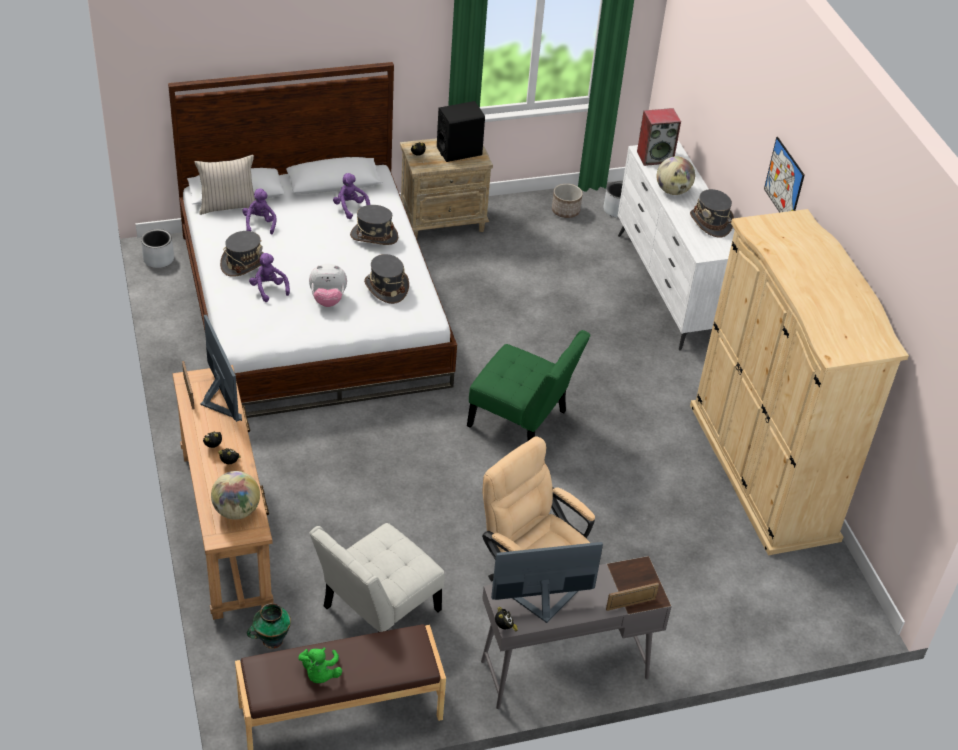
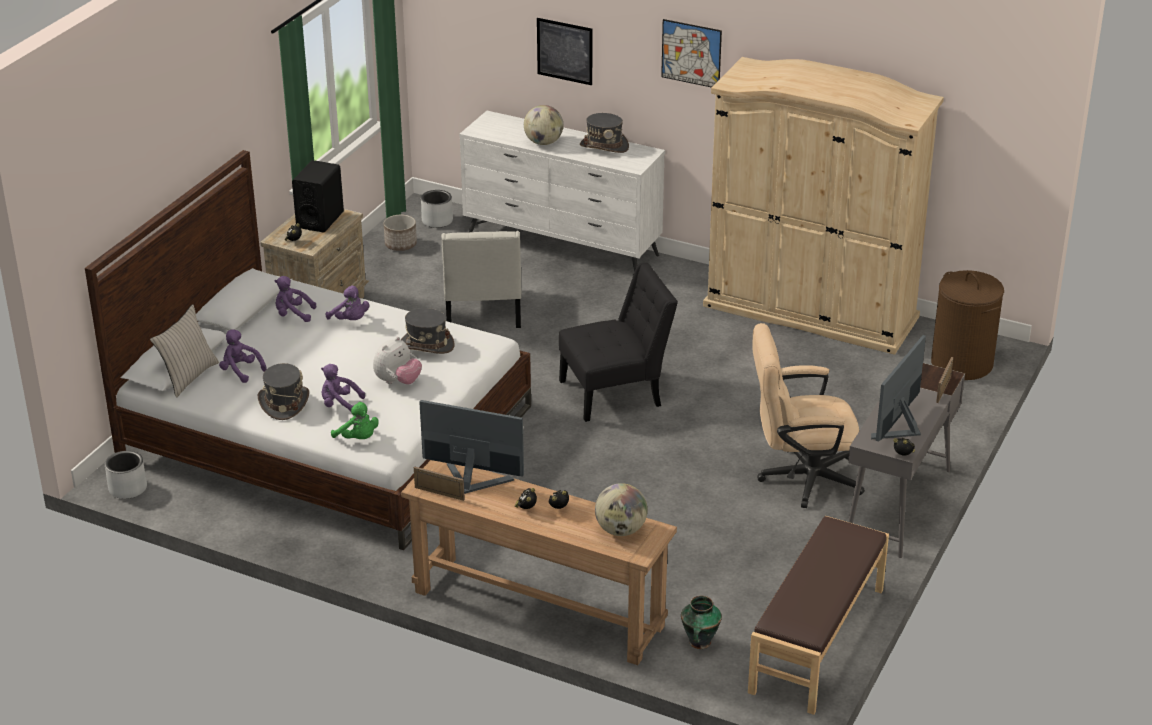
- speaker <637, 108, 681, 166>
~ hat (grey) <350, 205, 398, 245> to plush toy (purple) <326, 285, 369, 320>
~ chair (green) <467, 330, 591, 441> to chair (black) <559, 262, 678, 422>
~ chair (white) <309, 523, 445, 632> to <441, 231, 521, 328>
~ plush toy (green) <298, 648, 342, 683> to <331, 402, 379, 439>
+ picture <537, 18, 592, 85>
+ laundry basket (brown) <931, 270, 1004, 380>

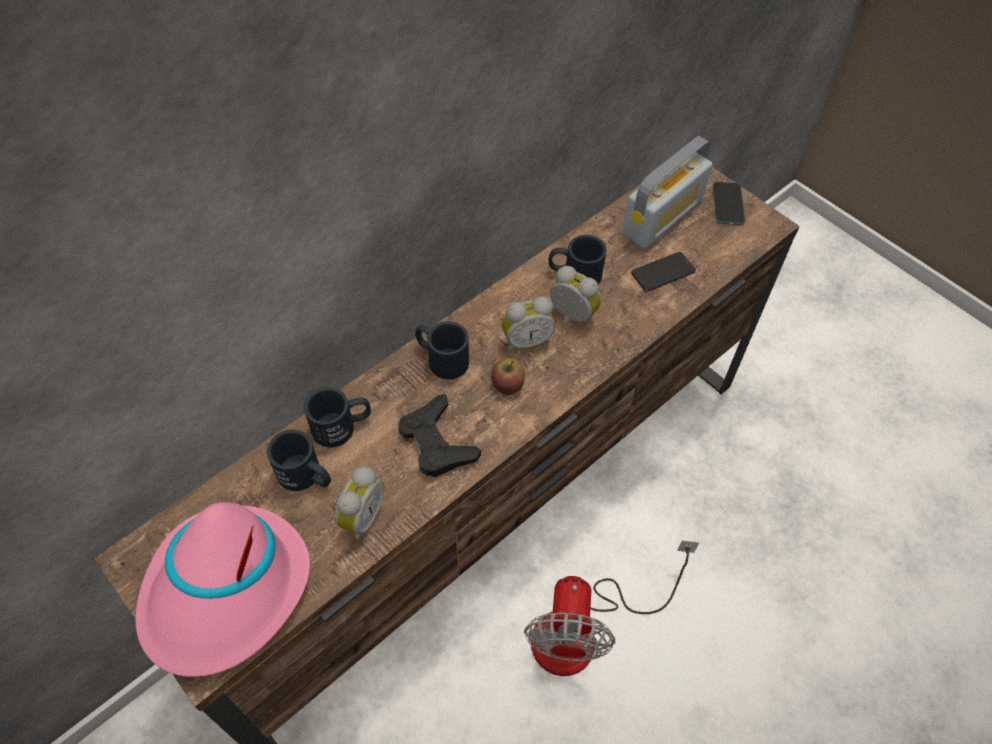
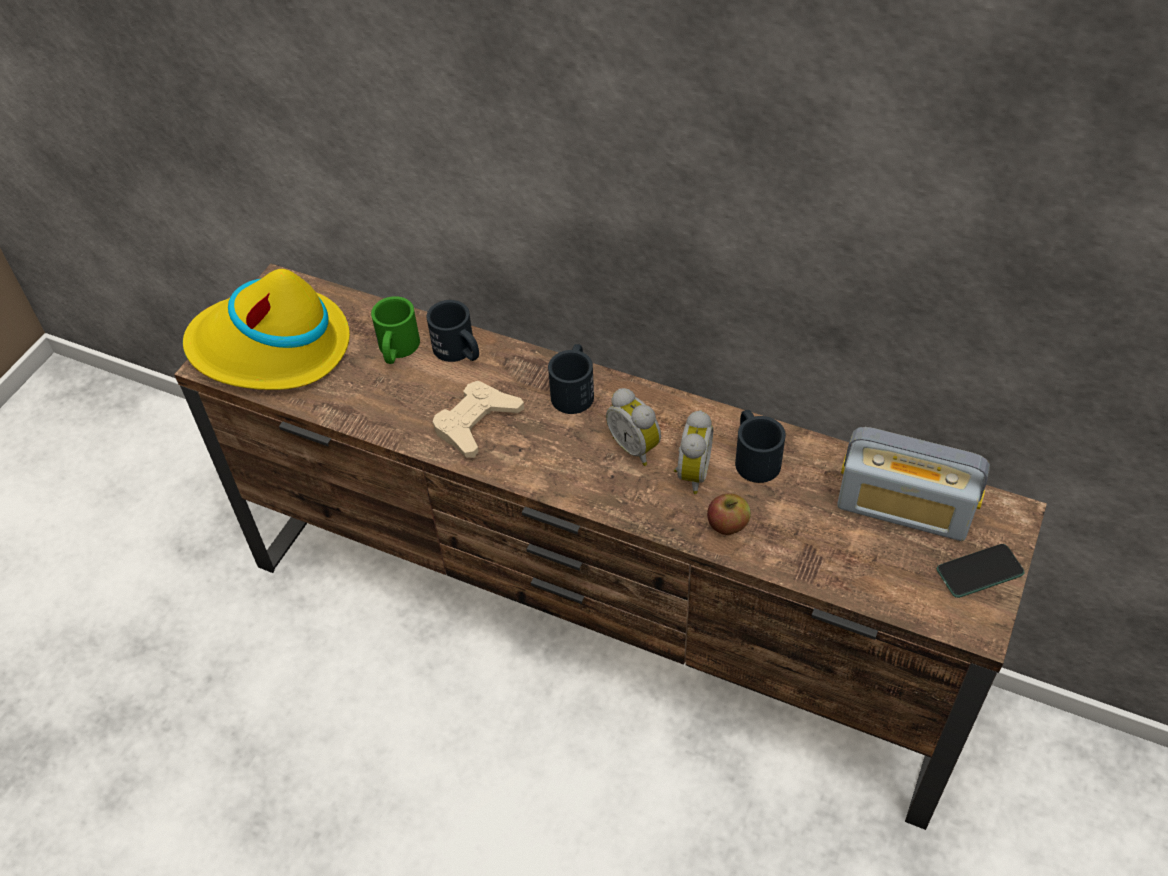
- phone <631, 252, 696, 292>
~ apple <491, 358, 525, 395> to <707, 493, 751, 535>
~ game controller (black) <398, 394, 481, 477> to game controller (beige) <433, 381, 524, 458>
~ mug (black) <267, 429, 331, 491> to mug (green) <371, 296, 420, 364>
- alarm clock <335, 466, 385, 541>
~ hat (pink) <135, 502, 310, 677> to hat (yellow) <183, 269, 350, 390>
- fan <524, 540, 699, 676>

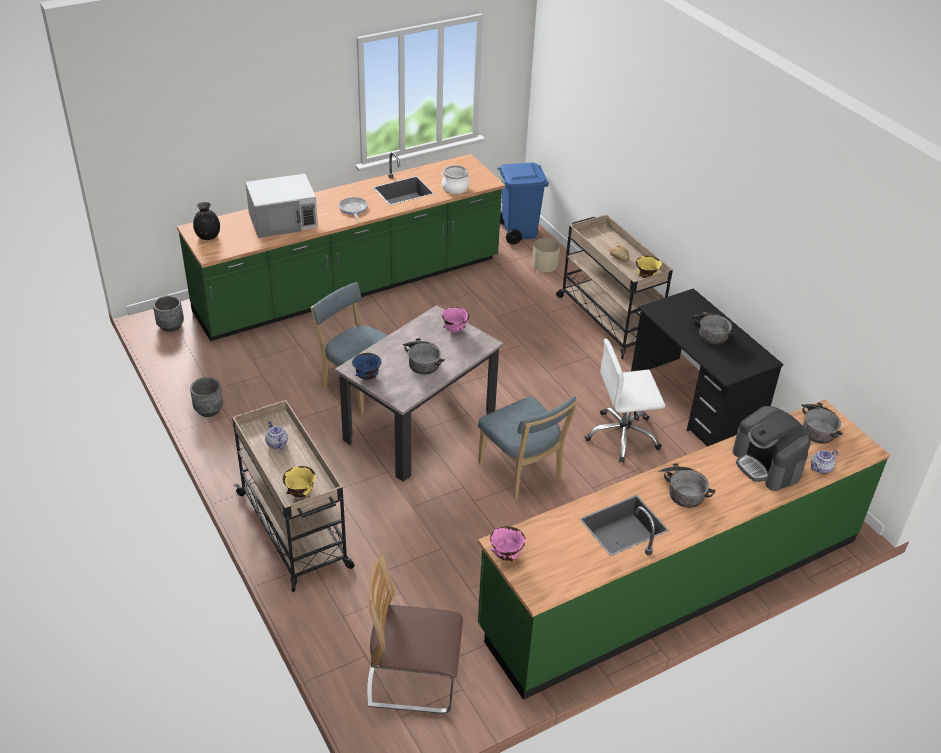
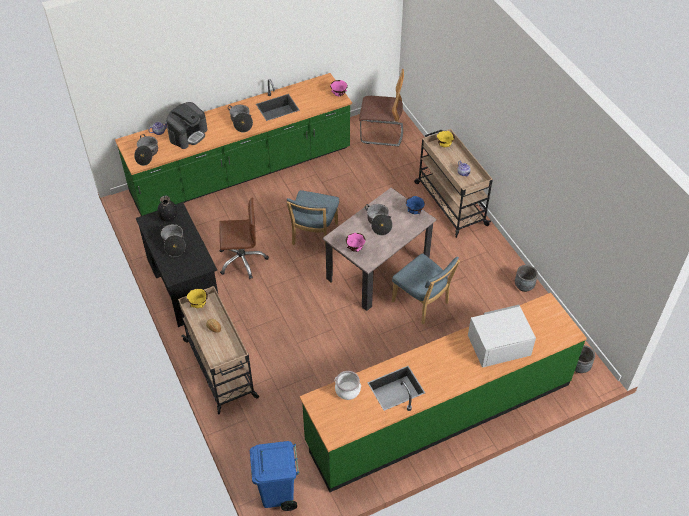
- frying pan <339, 197, 368, 219>
~ vase (black) <193, 202, 220, 240> to <158, 196, 177, 222>
- planter (beige) <533, 238, 560, 272>
~ office chair (white) <585, 339, 665, 463> to office chair (brown) <219, 198, 269, 279>
~ chair (blue) <478, 396, 578, 499> = <287, 190, 339, 251> 135 degrees counterclockwise
~ coffee machine <733, 406, 811, 491> = <166, 102, 207, 149> 60 degrees clockwise

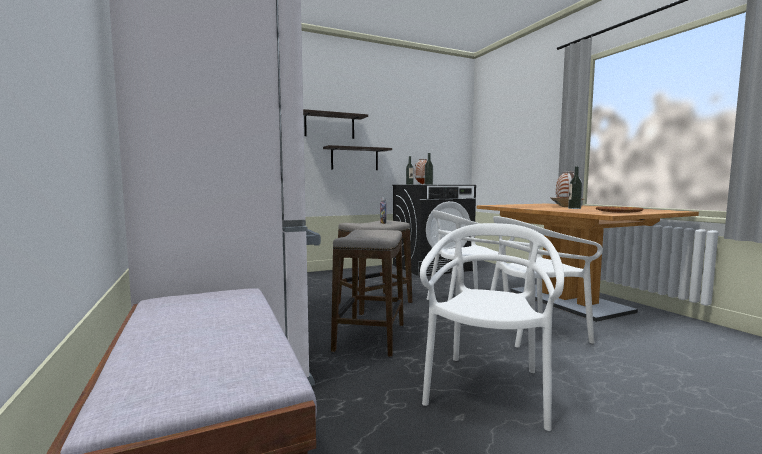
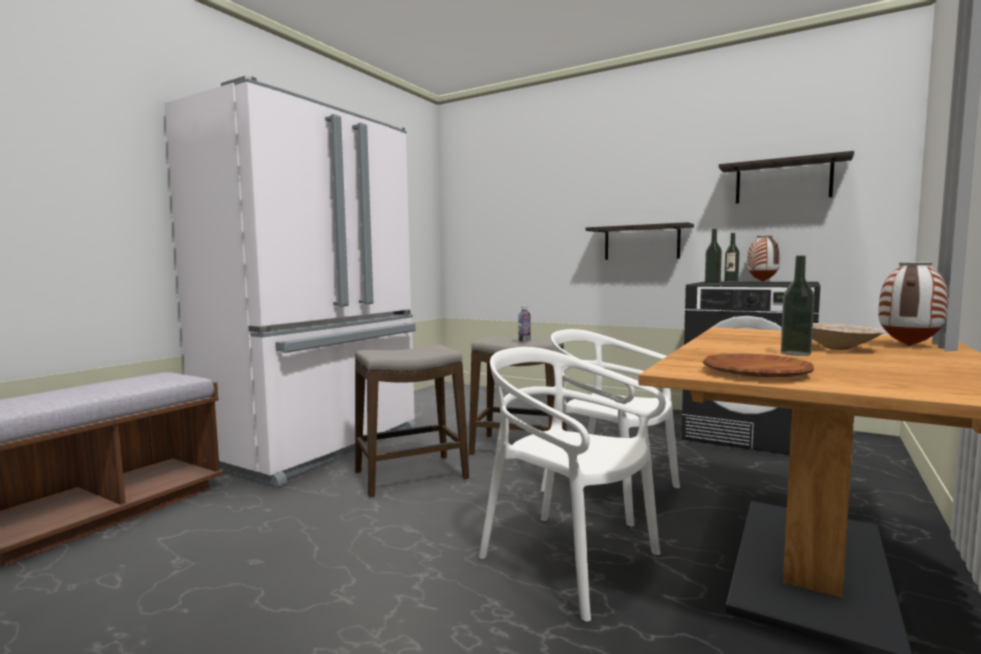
~ shelf <303, 109, 368, 139> to <719, 151, 854, 204>
- chair (white) <420, 223, 564, 431>

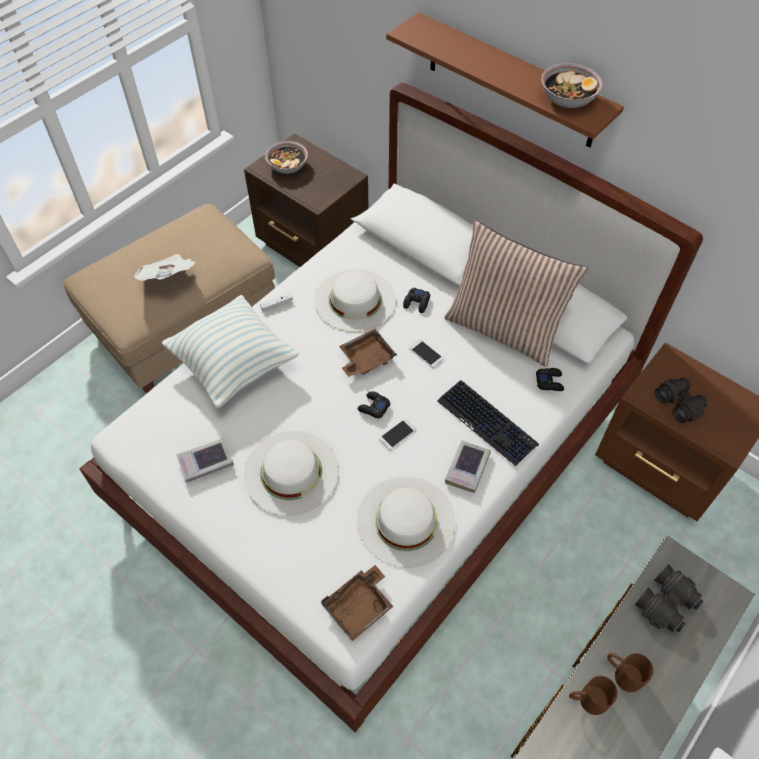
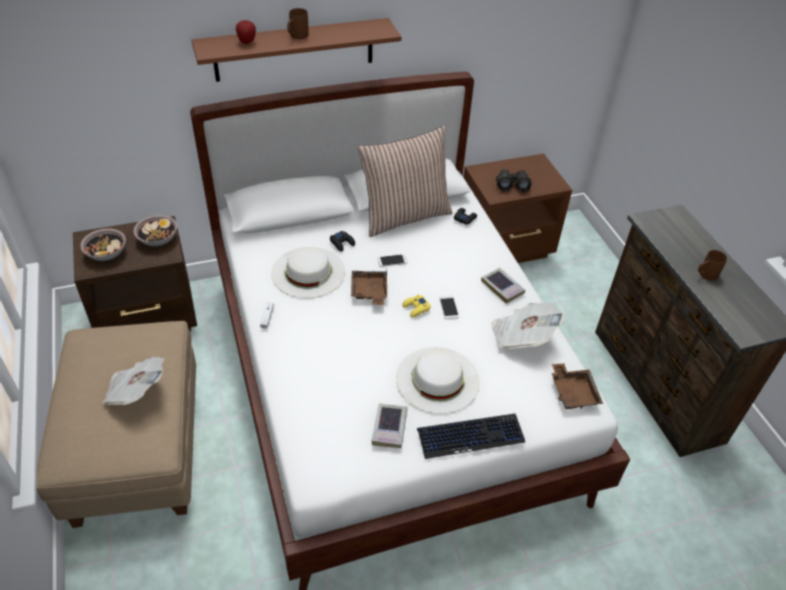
~ bowl <541, 63, 603, 108> to <133, 215, 177, 246>
- pillow <162, 295, 299, 408>
~ keyboard <437, 380, 539, 466> to <417, 414, 525, 459>
~ game controller (black) <358, 391, 390, 418> to game controller (yellow) <402, 294, 431, 318>
~ hat (white) <357, 477, 455, 568> to newspaper <491, 303, 564, 349>
- binoculars (black) <635, 564, 704, 632>
~ mug (brown) <569, 676, 618, 715> to <287, 8, 309, 39>
+ apple <236, 20, 256, 44>

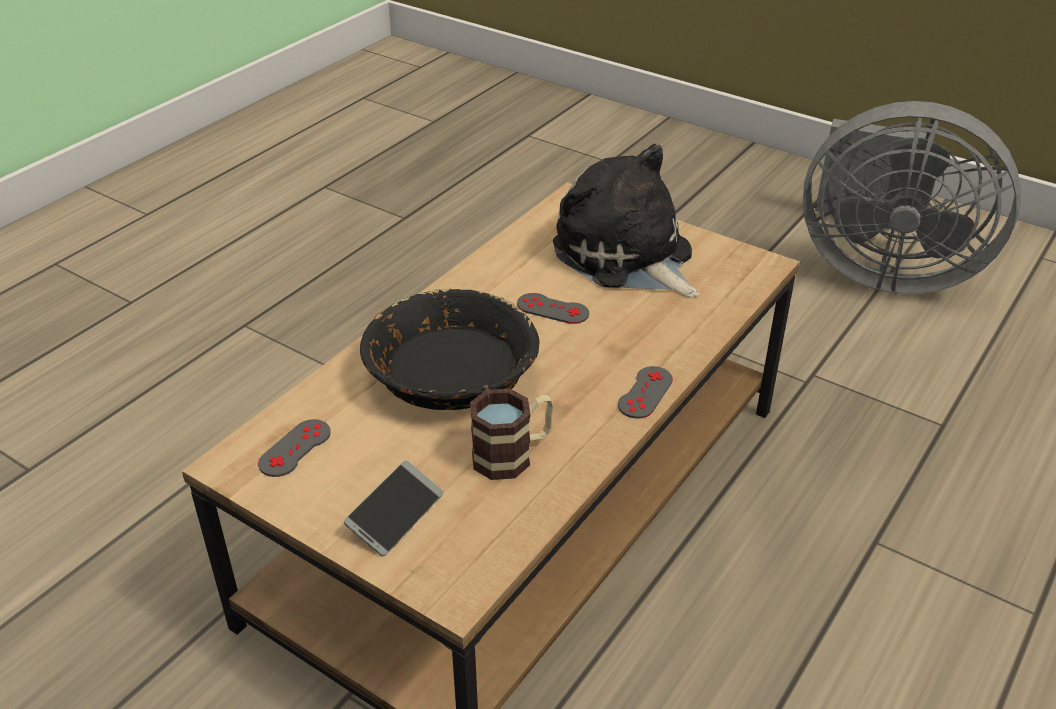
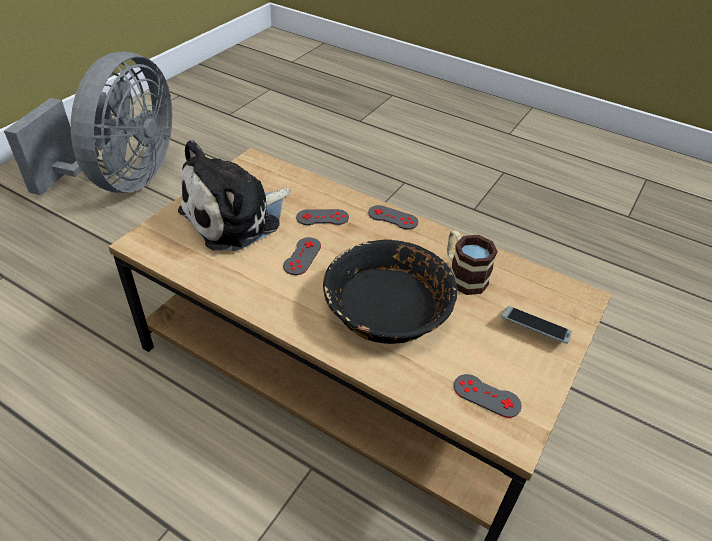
+ game controller (grey) <296, 209, 349, 225>

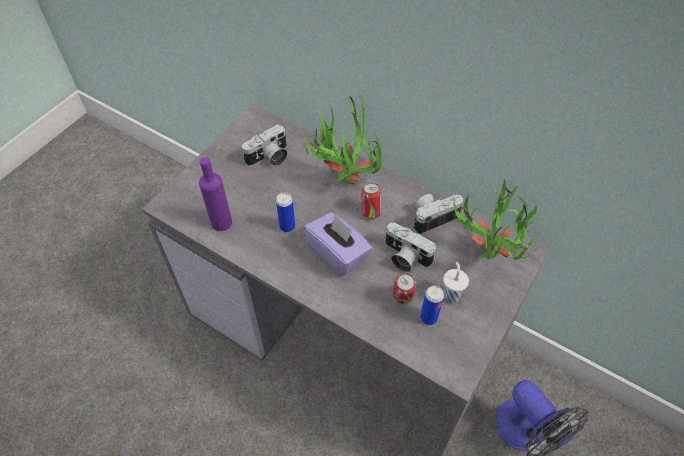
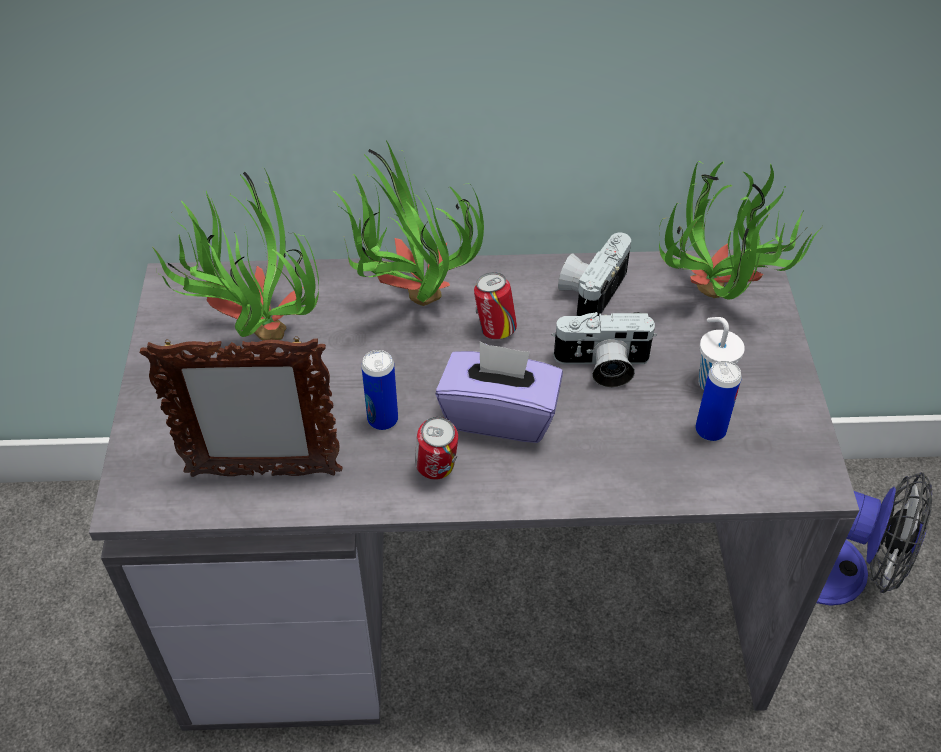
~ photo camera <242, 124, 287, 166> to potted plant <152, 168, 319, 341>
~ bottle (purple) <199, 157, 232, 231> to picture frame <140, 336, 342, 477>
~ can <393, 273, 417, 304> to <415, 417, 458, 480>

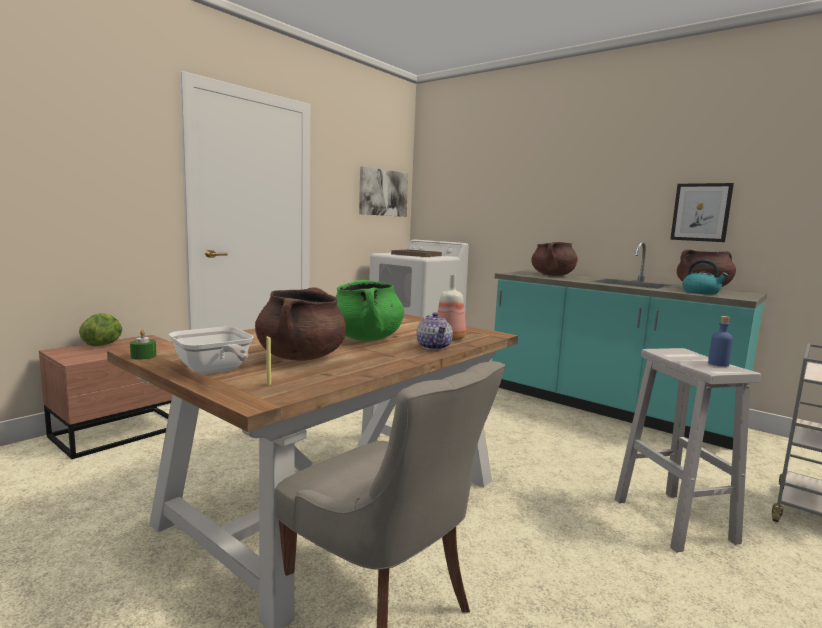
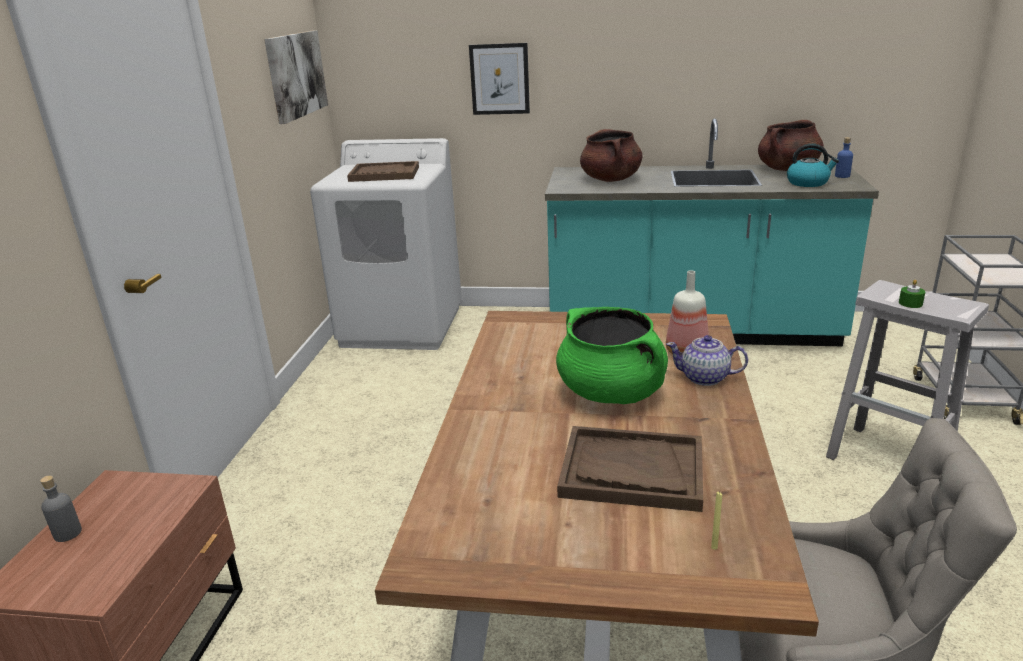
~ picture <670, 183, 734, 242> to <469, 43, 530, 115>
~ cooking pot (brown) <255, 287, 346, 361> to tray (brown) <557, 426, 703, 512>
~ lettuce <79, 313, 122, 346> to bottle (grey) <40, 475, 82, 542>
~ teapot <416, 313, 453, 350> = <666, 335, 748, 386> 150 degrees clockwise
~ bottle (blue) <708, 316, 733, 367> to <835, 137, 853, 178>
- frying pan <169, 327, 253, 375>
~ candle (green) <130, 330, 156, 360> to <899, 279, 925, 308>

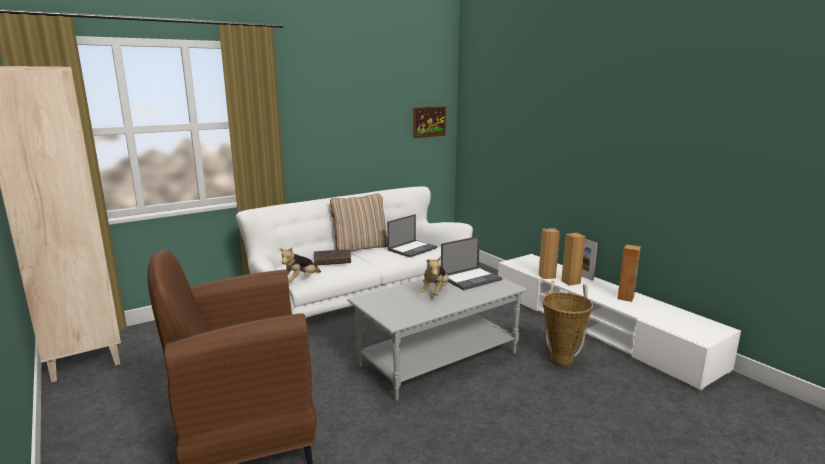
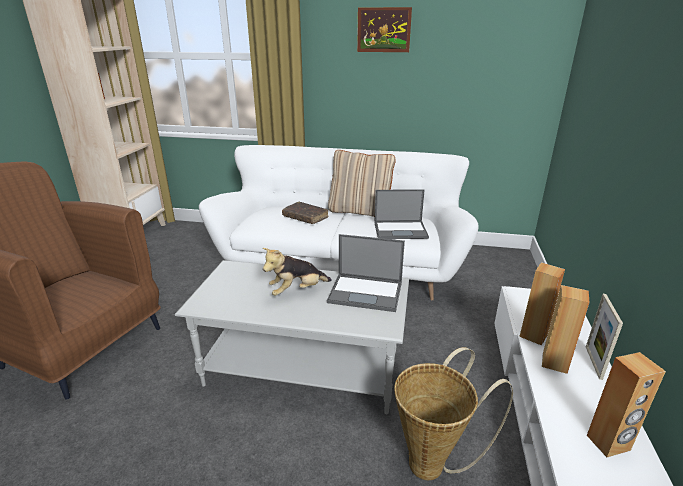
~ picture <413, 106, 446, 138> to <357, 7, 412, 52>
- plush toy <279, 247, 321, 282>

